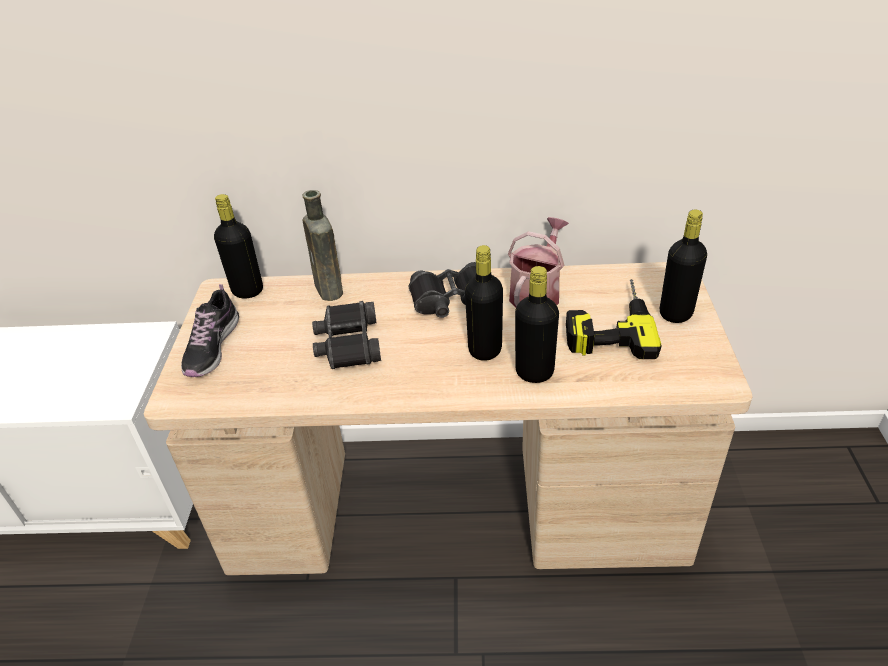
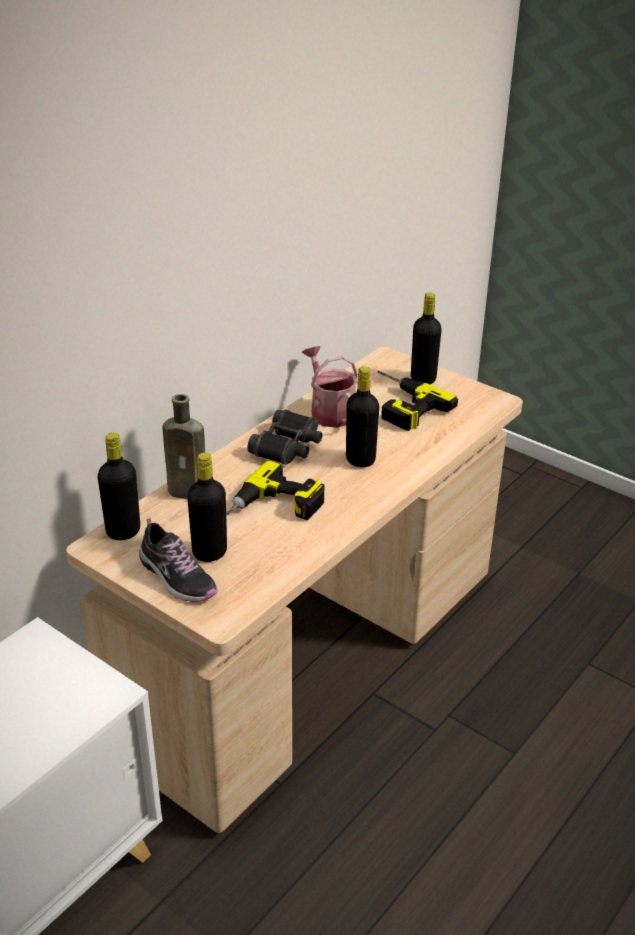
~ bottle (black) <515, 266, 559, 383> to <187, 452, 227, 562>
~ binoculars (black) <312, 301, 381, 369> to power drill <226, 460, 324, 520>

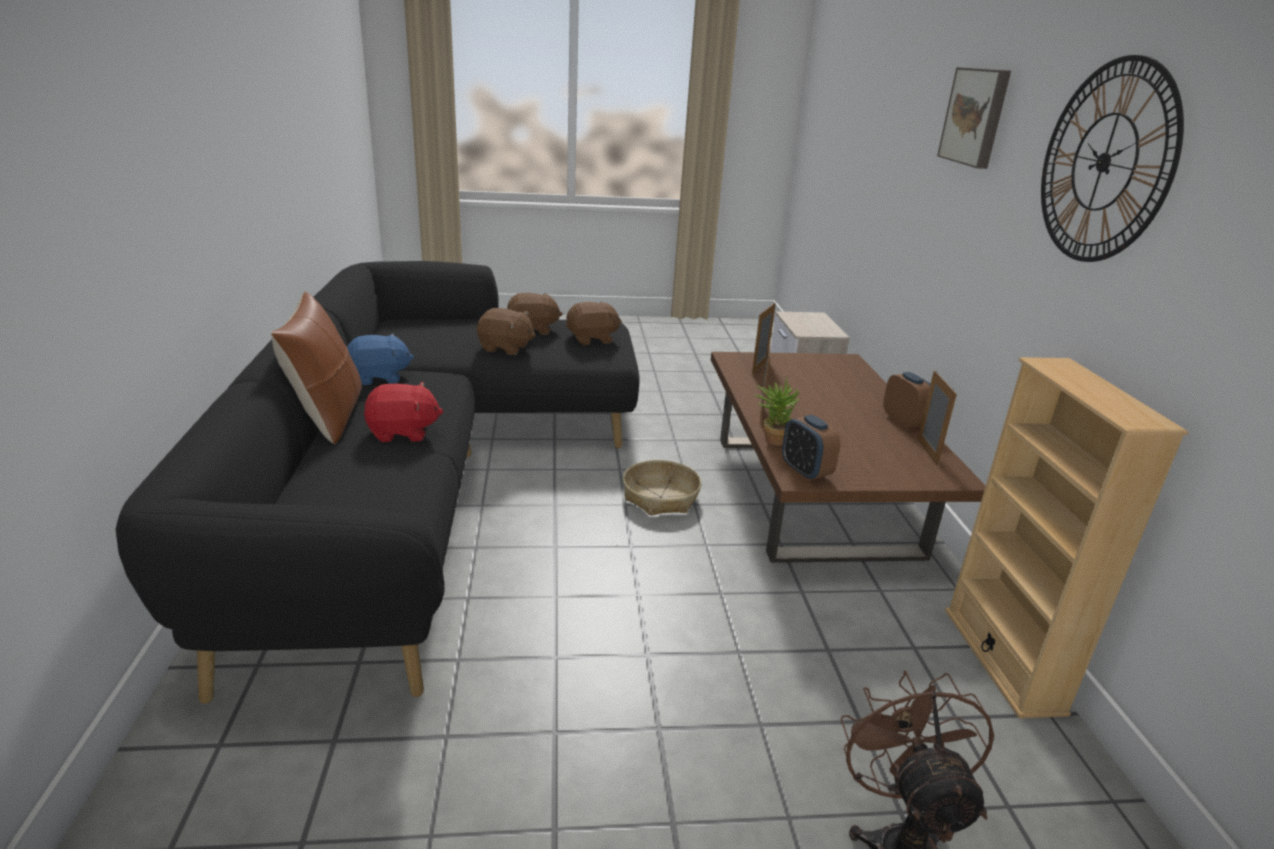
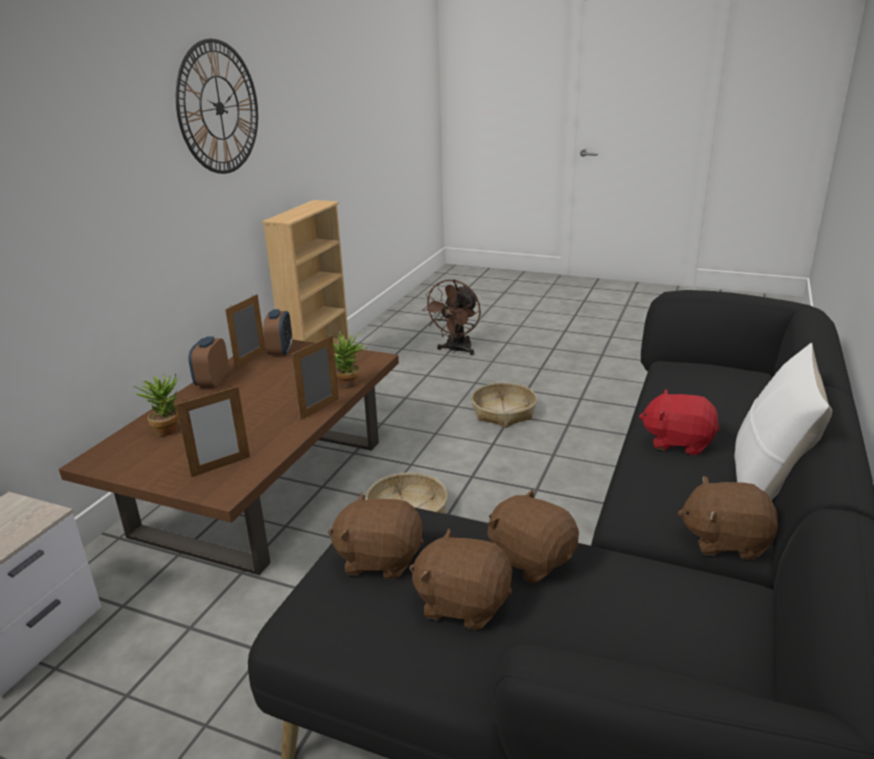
- picture <937, 67, 1011, 169>
~ pillow (brown) <271, 292, 362, 444> to pillow (white) <734, 343, 832, 500>
~ plush toy (blue) <347, 334, 414, 385> to plush toy (brown) <677, 476, 778, 560>
~ alarm clock <782, 415, 840, 481> to <263, 309, 292, 357>
+ potted plant <132, 374, 178, 436>
+ basket <471, 383, 537, 428>

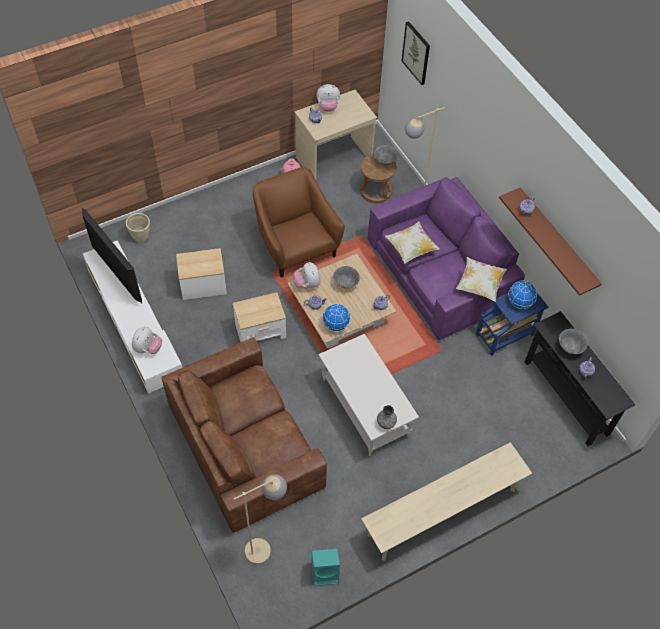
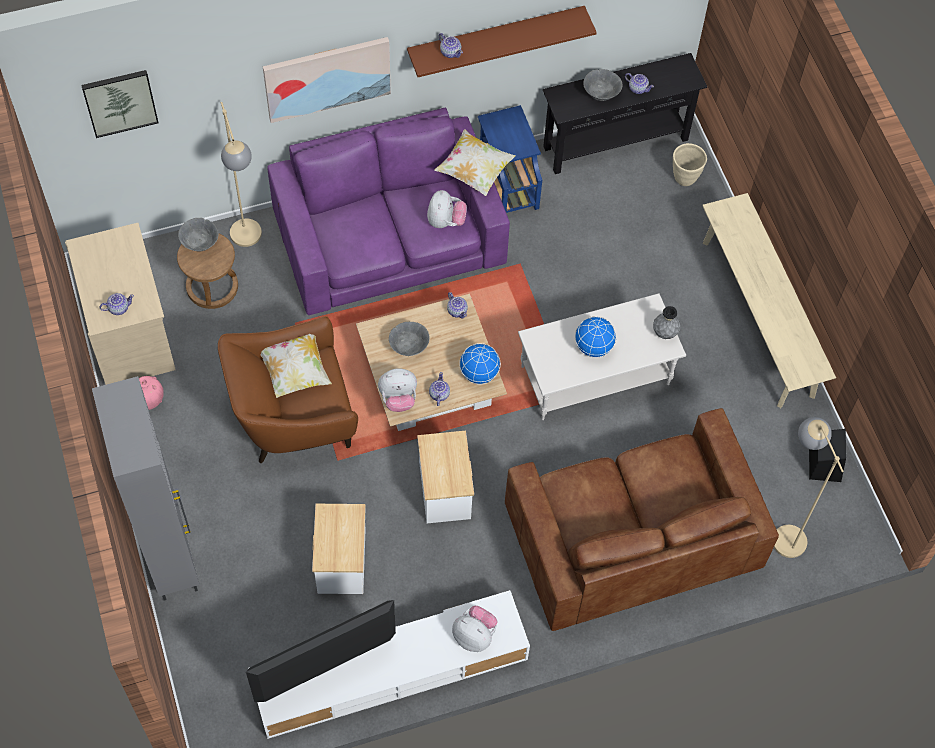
~ plush toy <317, 84, 340, 112> to <427, 190, 467, 228>
~ planter (beige) <126, 213, 150, 242> to <673, 143, 707, 186>
~ pillow <385, 221, 440, 264> to <260, 334, 332, 398>
~ globe <508, 281, 537, 309> to <575, 316, 616, 358>
~ speaker (turquoise) <312, 549, 340, 586> to speaker (black) <809, 429, 846, 482>
+ picture <263, 37, 391, 123>
+ cabinet (grey) <92, 376, 199, 601>

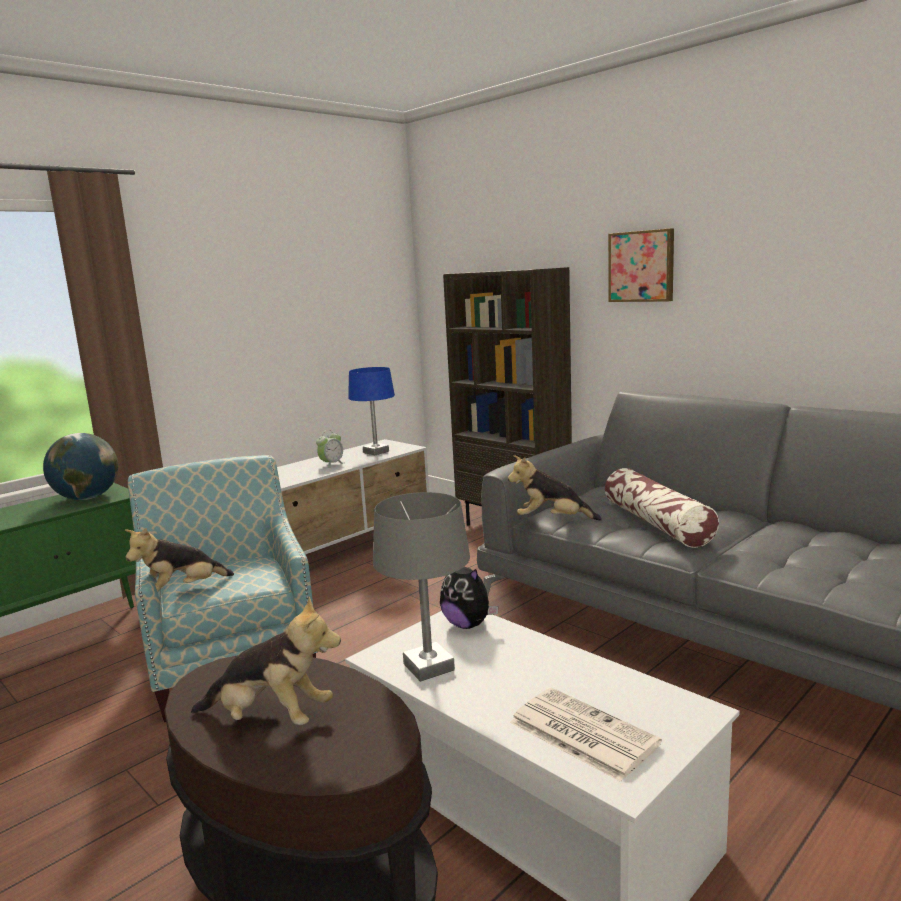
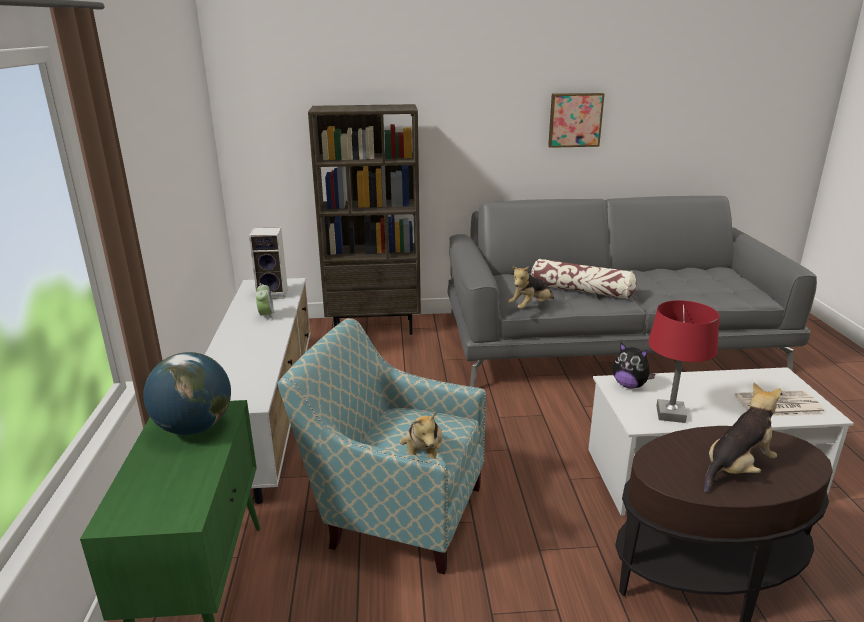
~ picture <608, 228, 674, 302> to <548, 93, 605, 148>
~ table lamp (blue) <348, 367, 395, 455> to speaker <249, 227, 288, 299>
~ table lamp (grey) <373, 492, 470, 682> to table lamp (red) <648, 300, 720, 423>
~ plush toy <440, 567, 498, 629> = <613, 343, 655, 389> 45 degrees clockwise

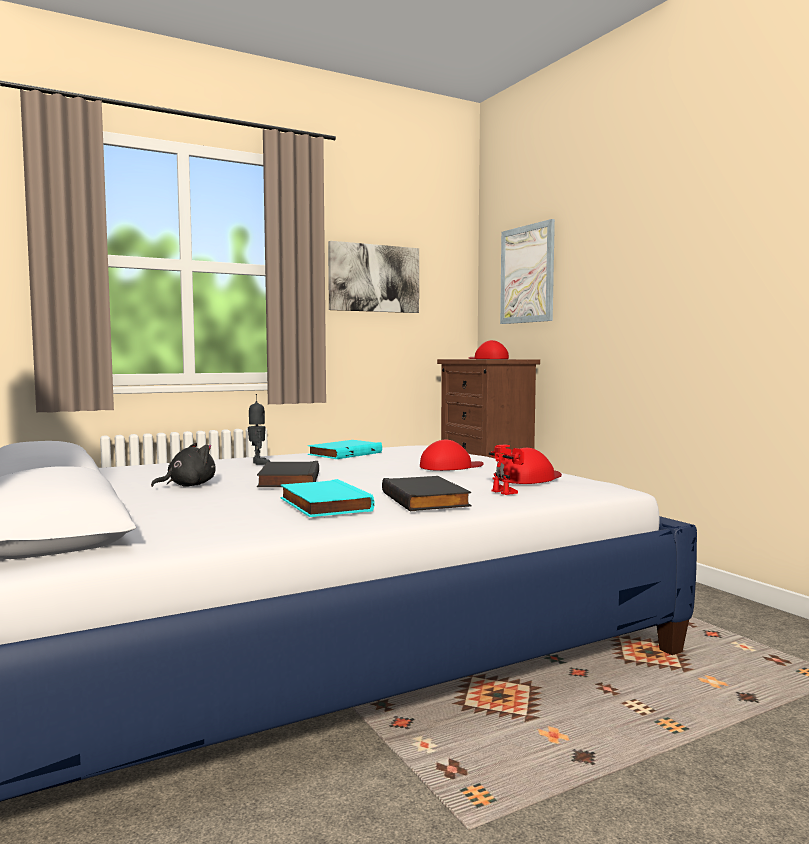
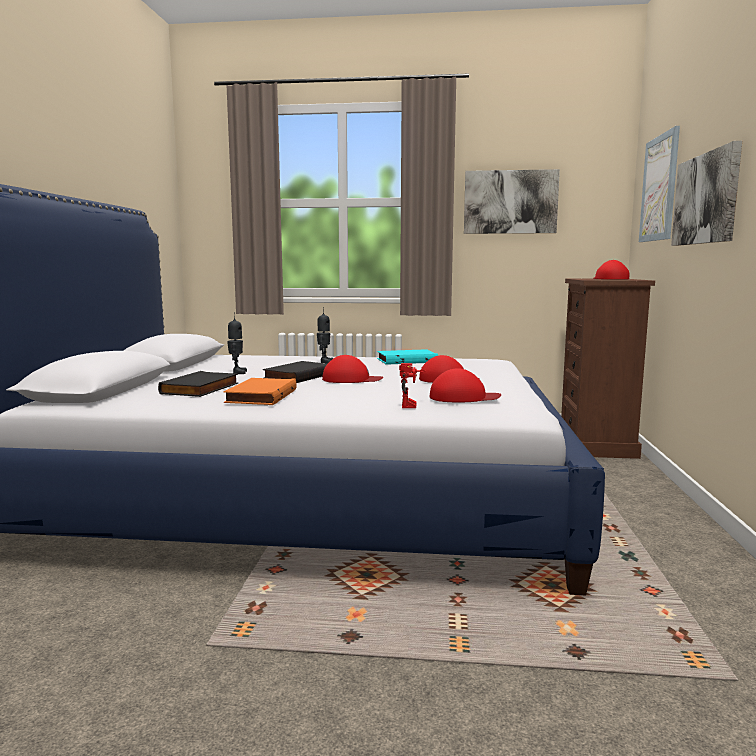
~ plush toy (black) <151, 443, 216, 487> to toy robot <227, 312, 247, 374>
~ book (black) <382, 476, 471, 511> to <158, 371, 239, 397>
~ book (turquoise) <280, 479, 374, 517> to book (orange) <223, 378, 297, 405>
+ picture <671, 141, 742, 246>
+ cap (red) <322, 355, 383, 383>

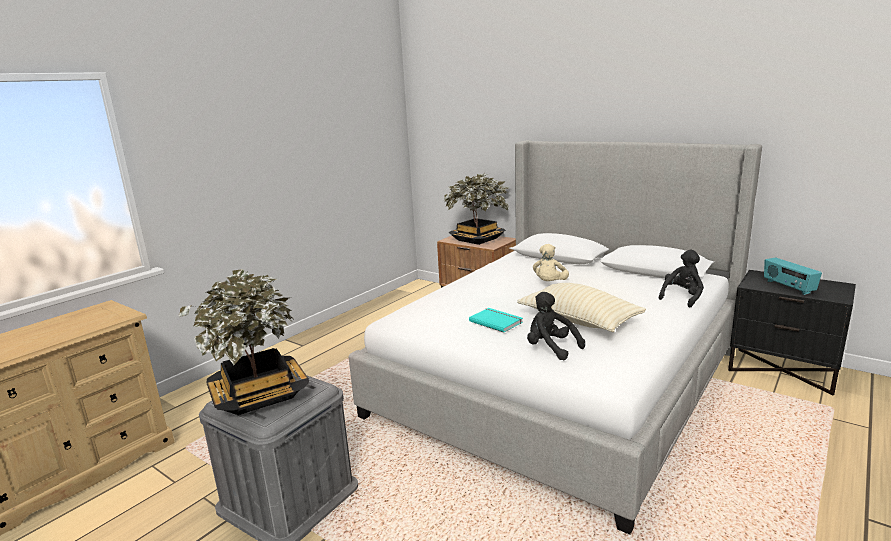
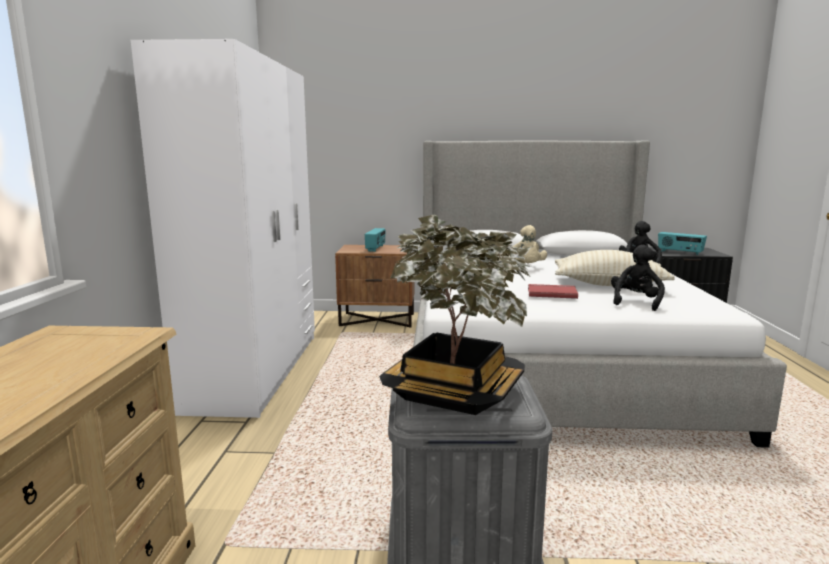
~ potted plant <443, 174, 509, 245> to radio <365, 228, 386, 252>
~ plush toy (black) <527, 292, 585, 360> = <611, 245, 665, 311> 105 degrees clockwise
~ book (turquoise) <469, 308, 523, 333> to book (red) <528, 284, 578, 299>
+ wardrobe (white) <131, 39, 315, 418>

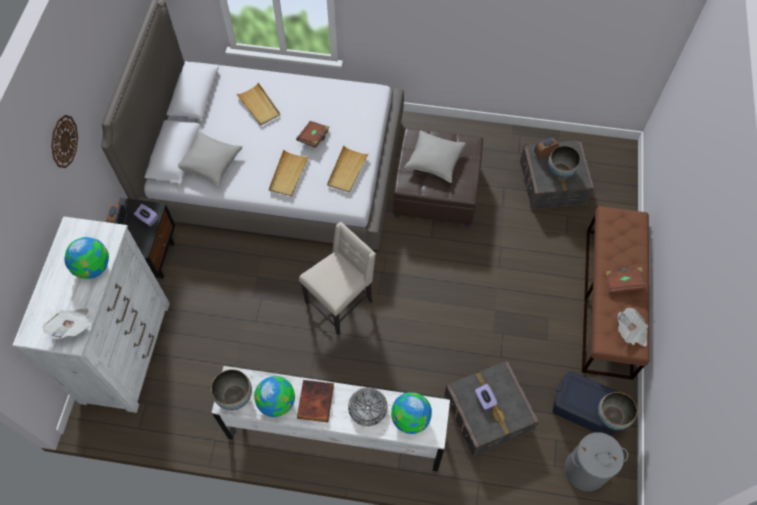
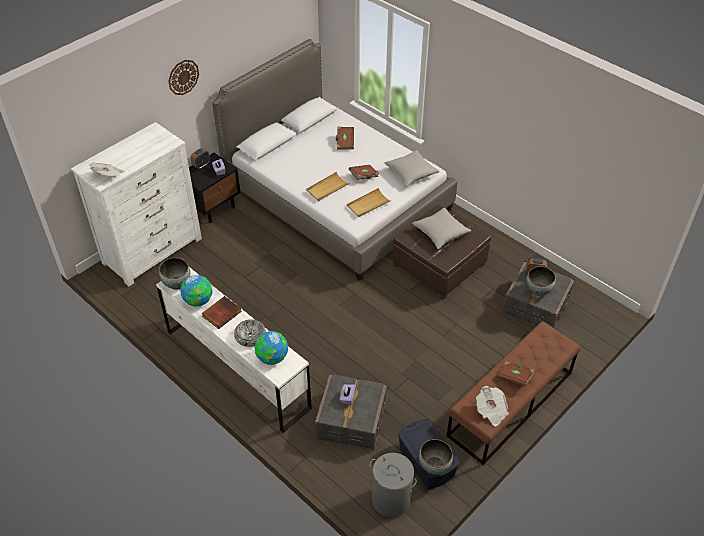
~ tray (beige) <236, 82, 280, 126> to book (brown) <336, 126, 354, 150>
~ pillow (grey) <178, 131, 243, 187> to <384, 150, 440, 187>
- chair (beige) <299, 222, 376, 335>
- globe <64, 237, 109, 279>

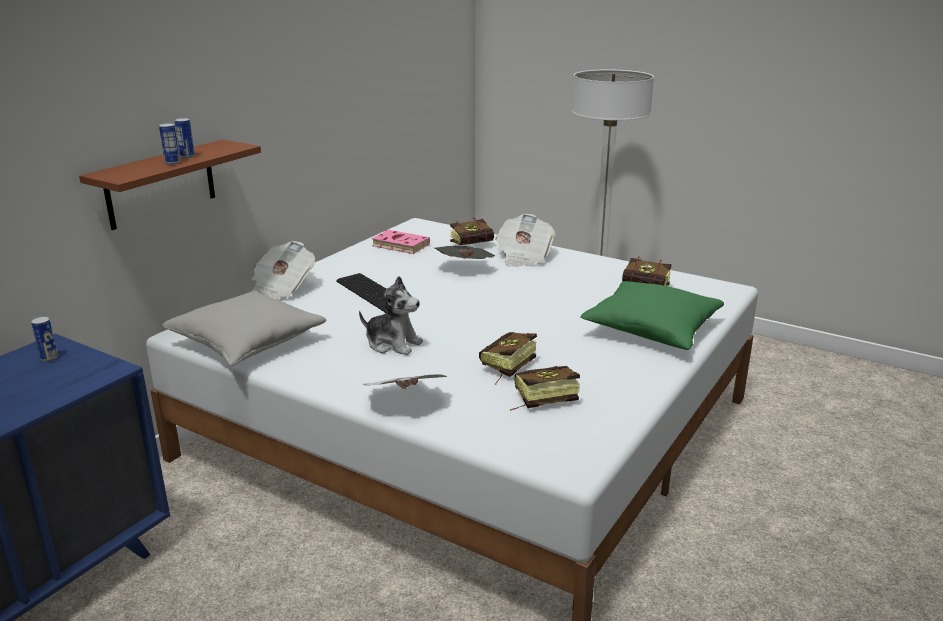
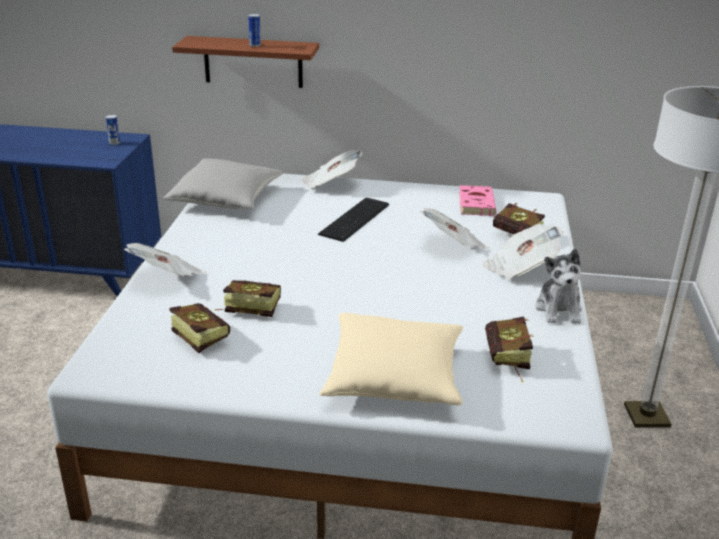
- can <159, 123, 180, 165>
~ plush toy <359, 276, 423, 355> to <535, 249, 582, 324>
~ pillow (green) <580, 281, 724, 350> to pillow (beige) <320, 313, 463, 405>

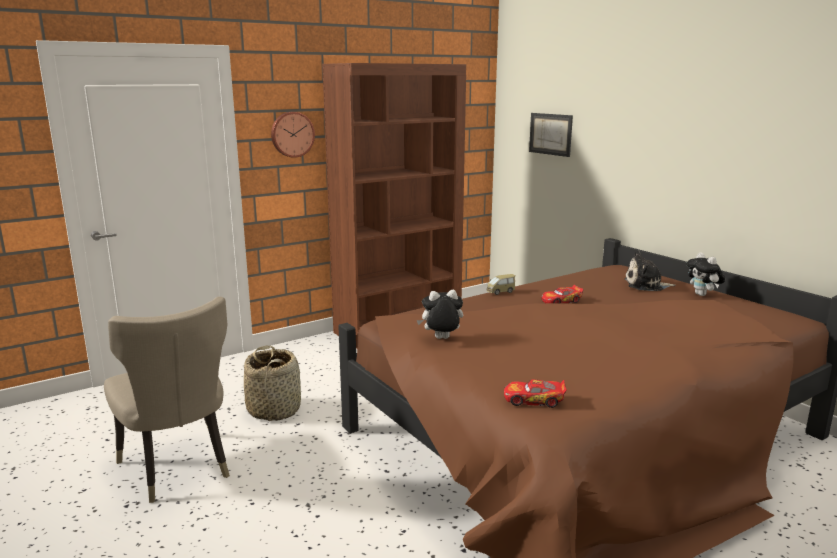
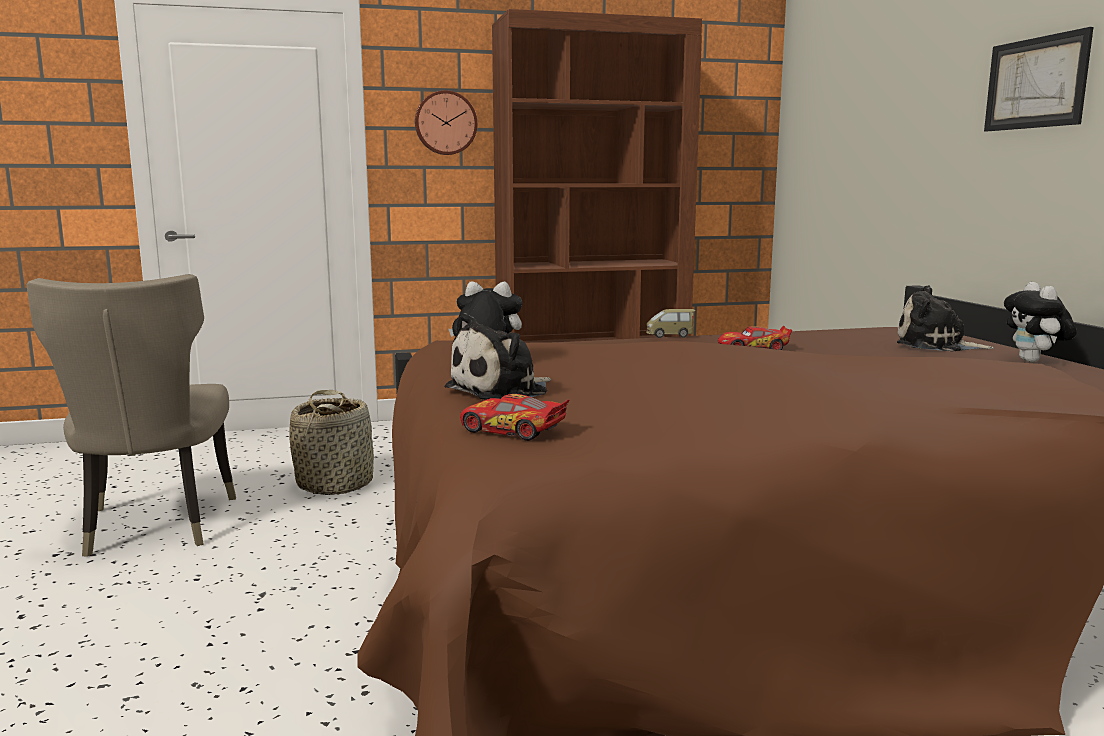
~ picture <529, 113, 573, 157> to <984, 27, 1093, 131>
+ plush toy <444, 313, 551, 400>

